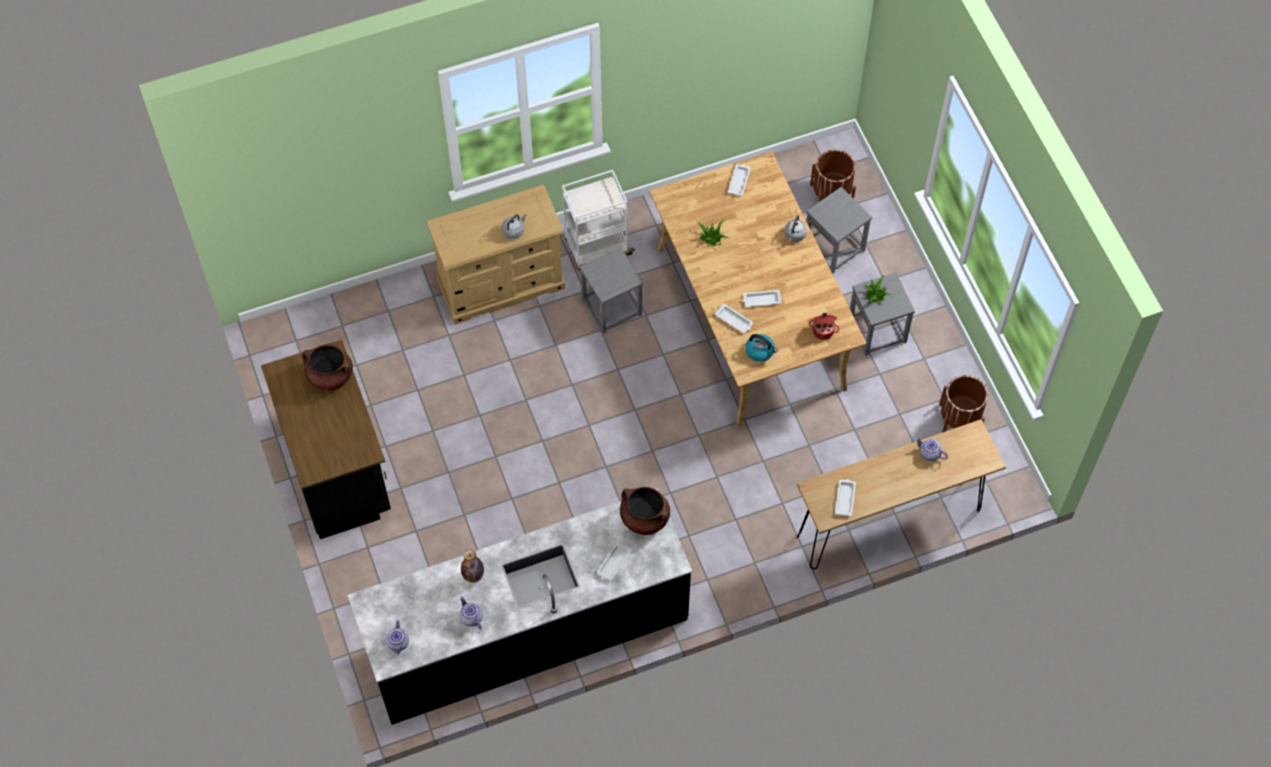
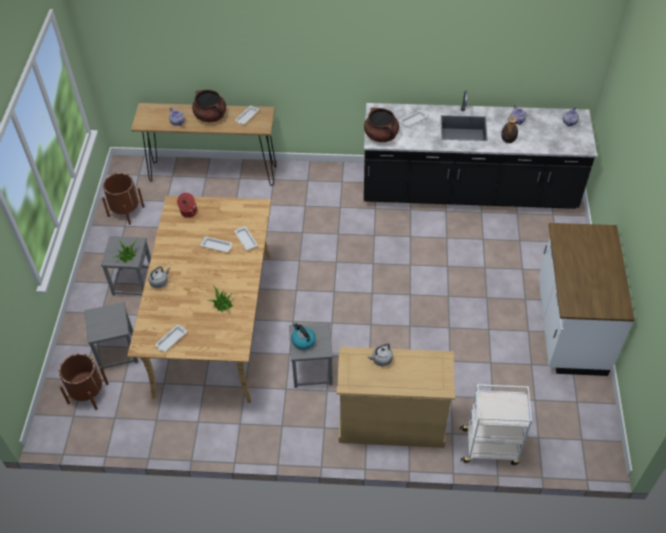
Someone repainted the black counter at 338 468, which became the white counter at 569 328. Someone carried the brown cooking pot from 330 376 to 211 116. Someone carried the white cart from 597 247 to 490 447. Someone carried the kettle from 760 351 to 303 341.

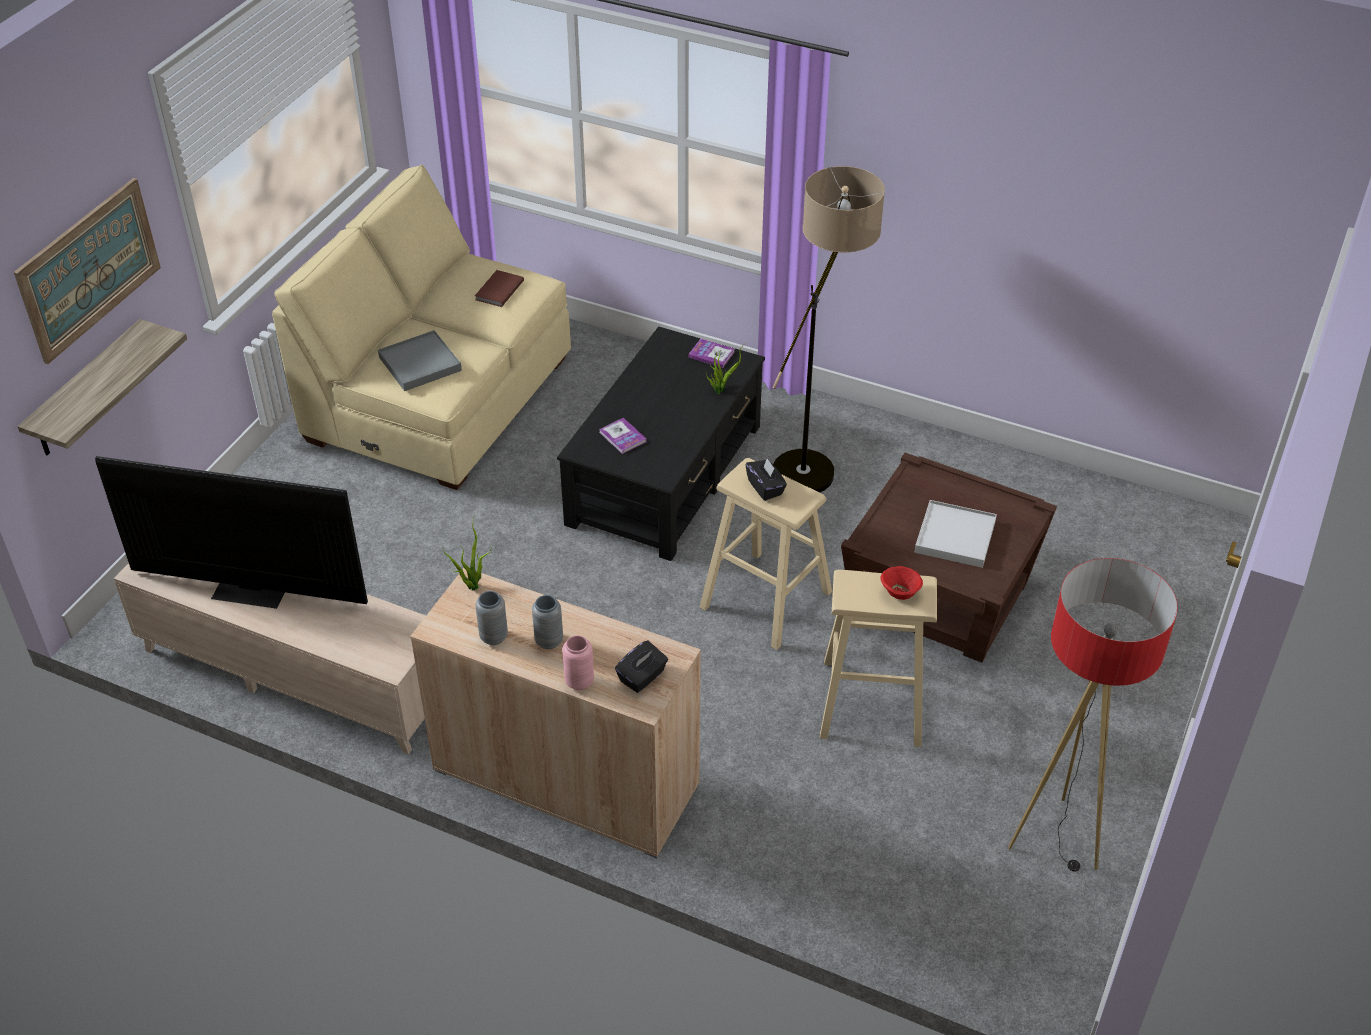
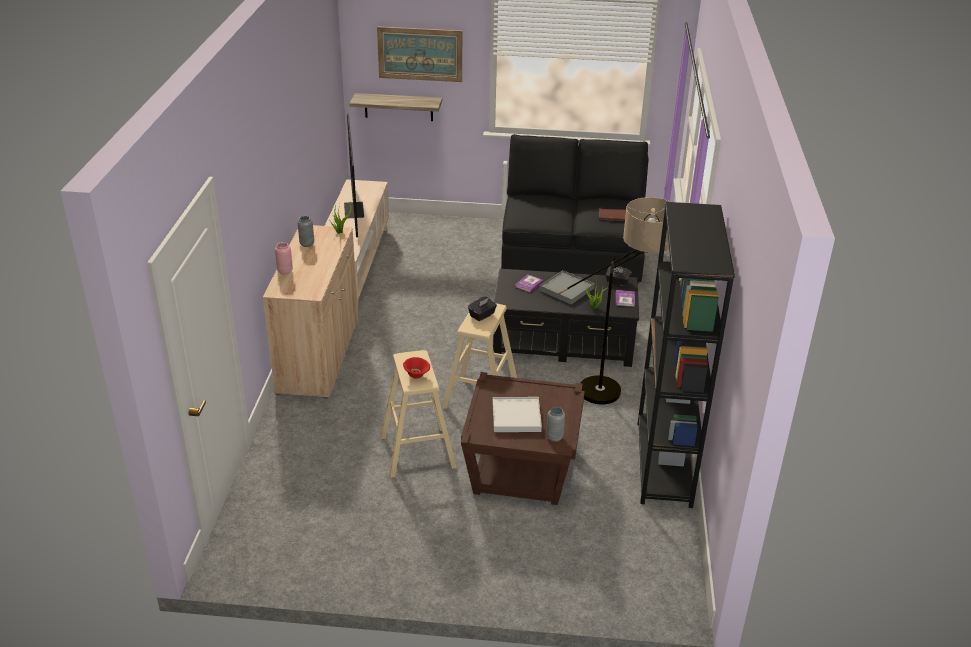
Someone repainted the beige sofa at 440 399, which became the black sofa at 571 257. Someone carried the grey tray from 419 364 to 566 289. Someone carried the grey vase from 549 641 to 554 437. Someone carried the black tissue box from 642 677 to 617 282. Someone took away the floor lamp at 1056 839. Someone put down the black bookcase at 663 464.

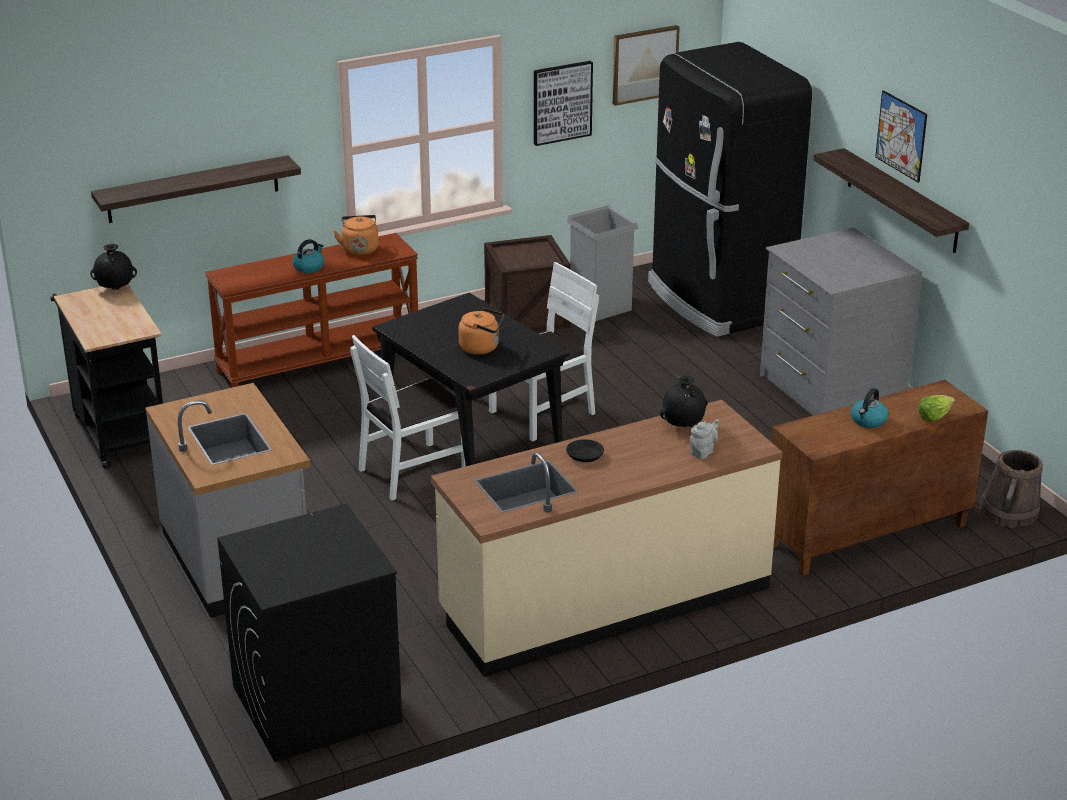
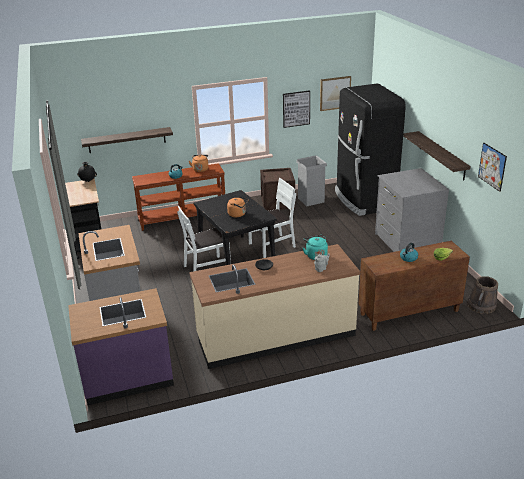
Someone swapped the black washing machine at 315 704 for the purple counter at 127 376. Someone swapped the black vase at 683 426 for the turquoise kettle at 315 255. Someone carried the picture from 901 136 to 492 166.

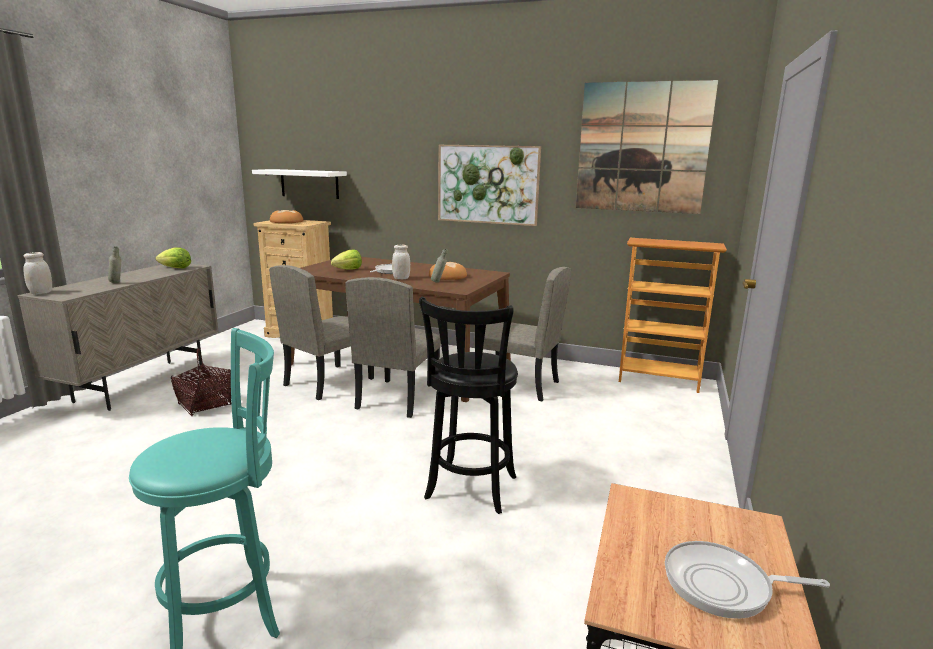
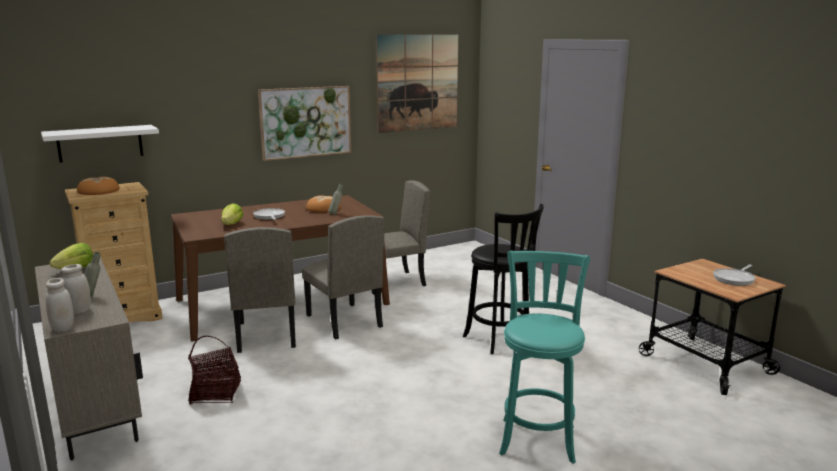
Someone carried the white jar from 401 278 to 78 311. Someone took away the bookcase at 658 380.

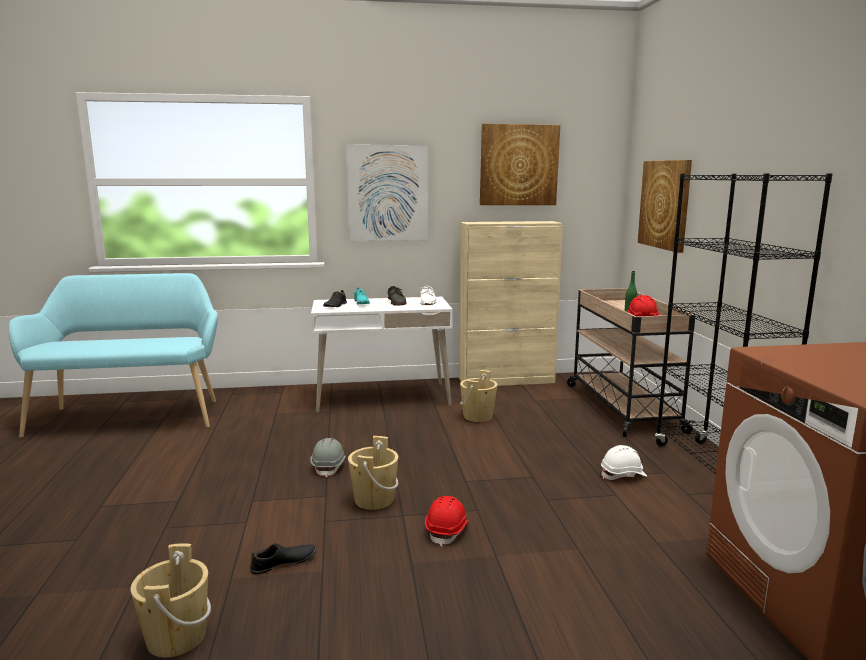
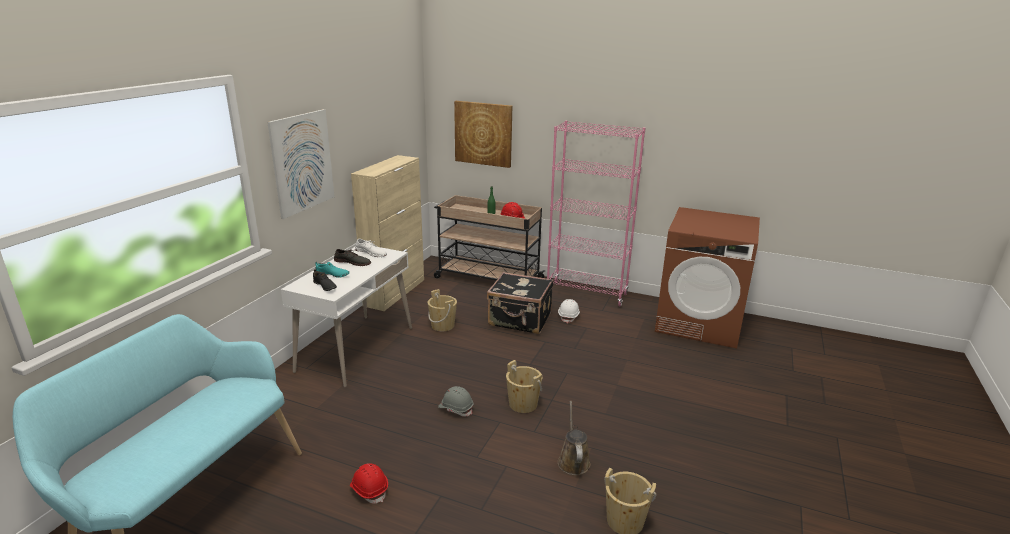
Someone swapped the black shoe at 284 563 for the brown watering can at 573 460. Someone carried the red hard hat from 447 531 to 369 489. Someone took away the picture at 518 165. Someone repainted the black bookcase at 714 471, which became the pink bookcase at 586 293. Someone put down the black suitcase at 520 320.

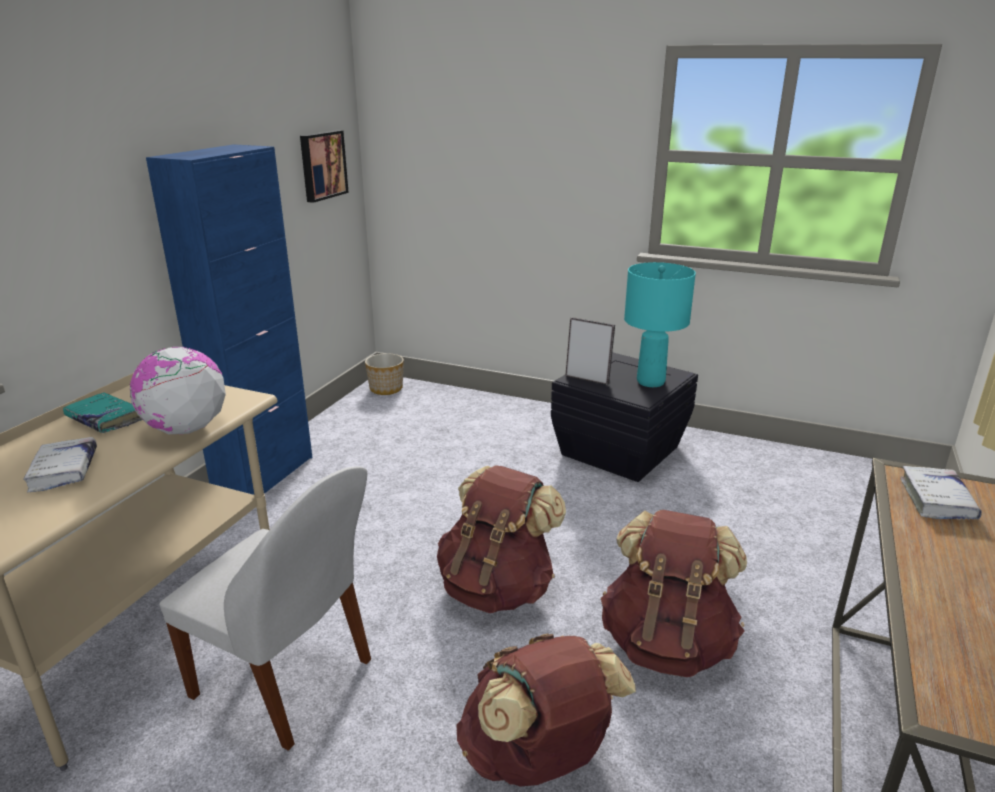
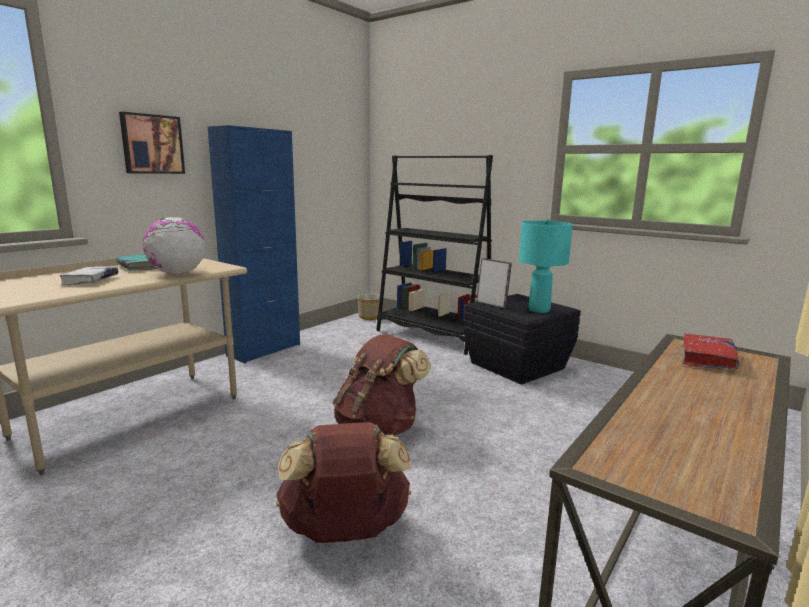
Someone took away the white chair at 286 681. Someone carried the picture from 322 165 to 152 144. Someone took away the brown backpack at 667 643. Someone repainted the white book at 936 500, which became the red book at 707 359. Someone put down the black bookcase at 433 335.

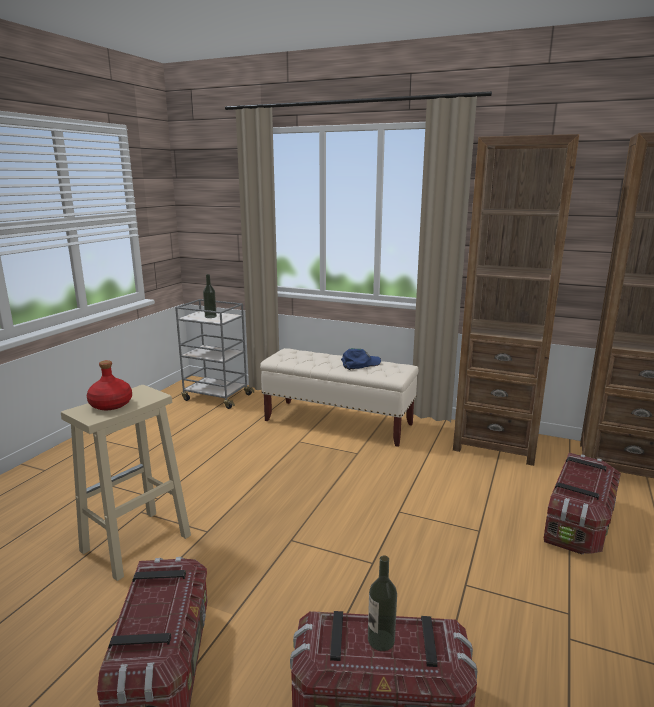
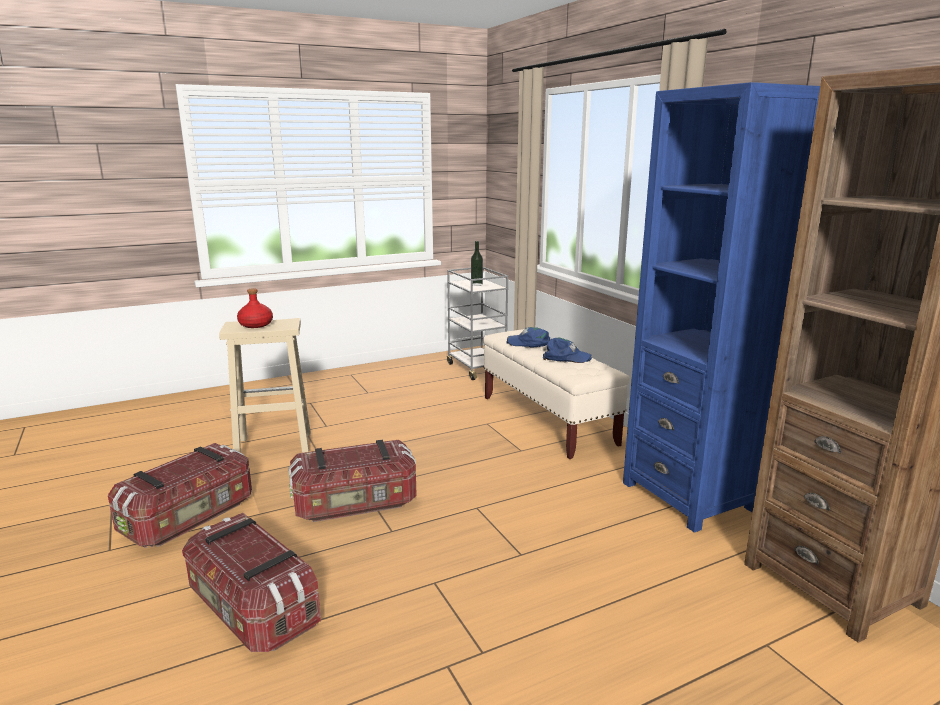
Someone took away the bottle at 381 640. Someone repainted the brown bookcase at 496 443, which became the blue bookcase at 688 496. Someone carried the storage box from 578 523 to 355 504. Someone put down the blue cap at 529 343.

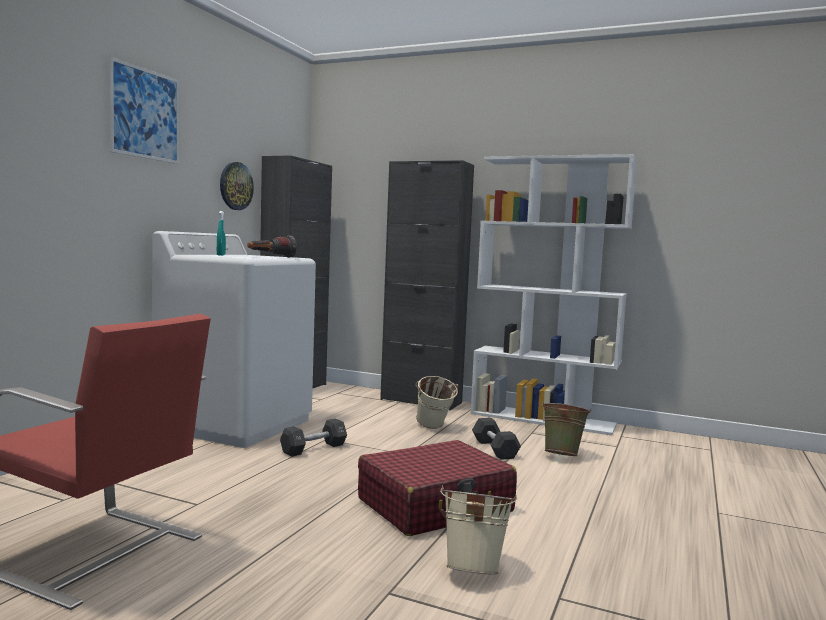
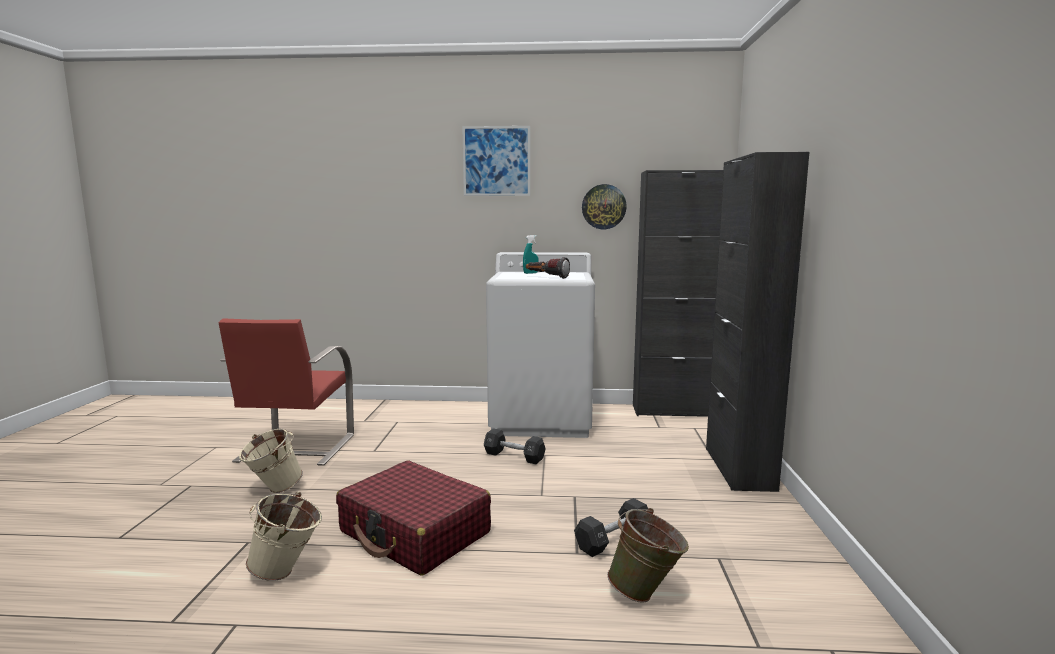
Someone carried the beige bucket from 433 428 to 273 490. Someone took away the white bookcase at 543 419.

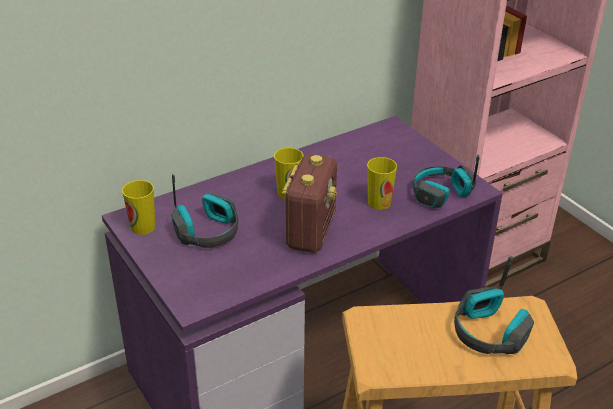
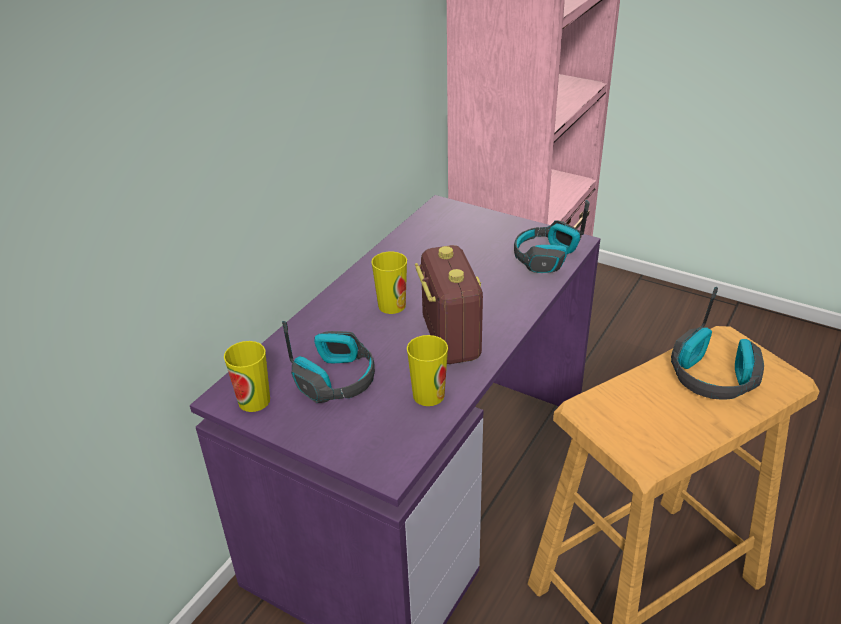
Someone carried the cup from 379 202 to 428 395.

